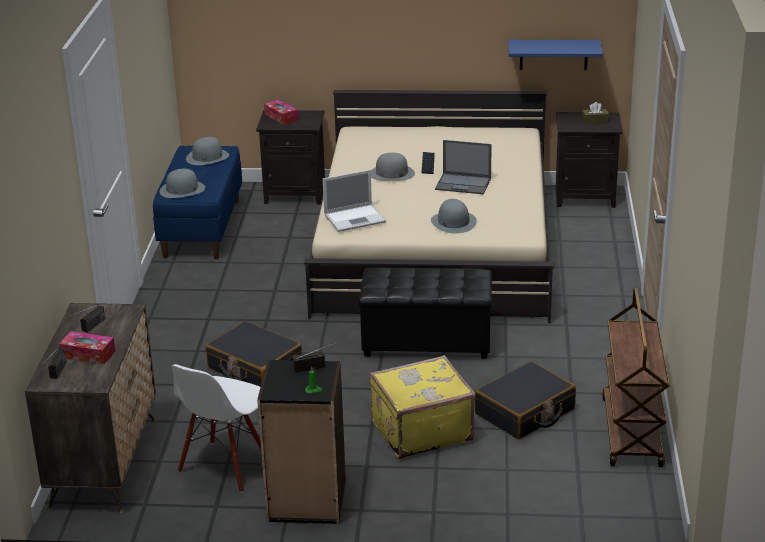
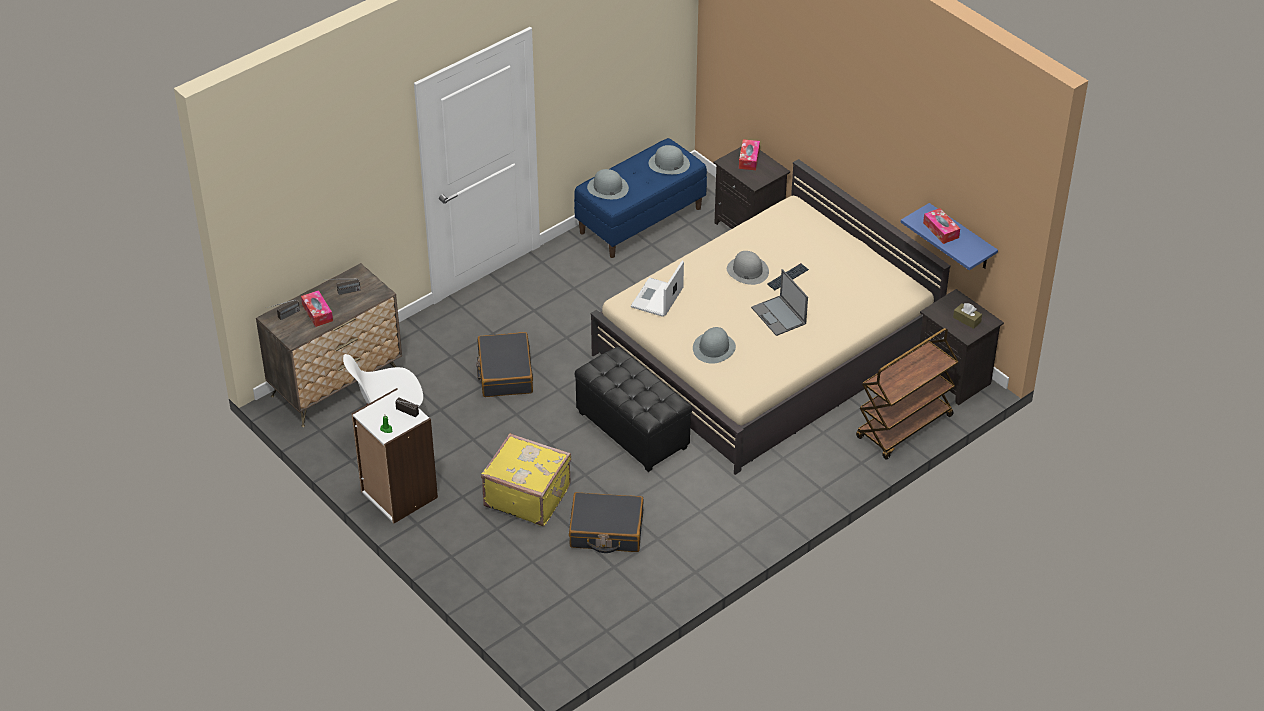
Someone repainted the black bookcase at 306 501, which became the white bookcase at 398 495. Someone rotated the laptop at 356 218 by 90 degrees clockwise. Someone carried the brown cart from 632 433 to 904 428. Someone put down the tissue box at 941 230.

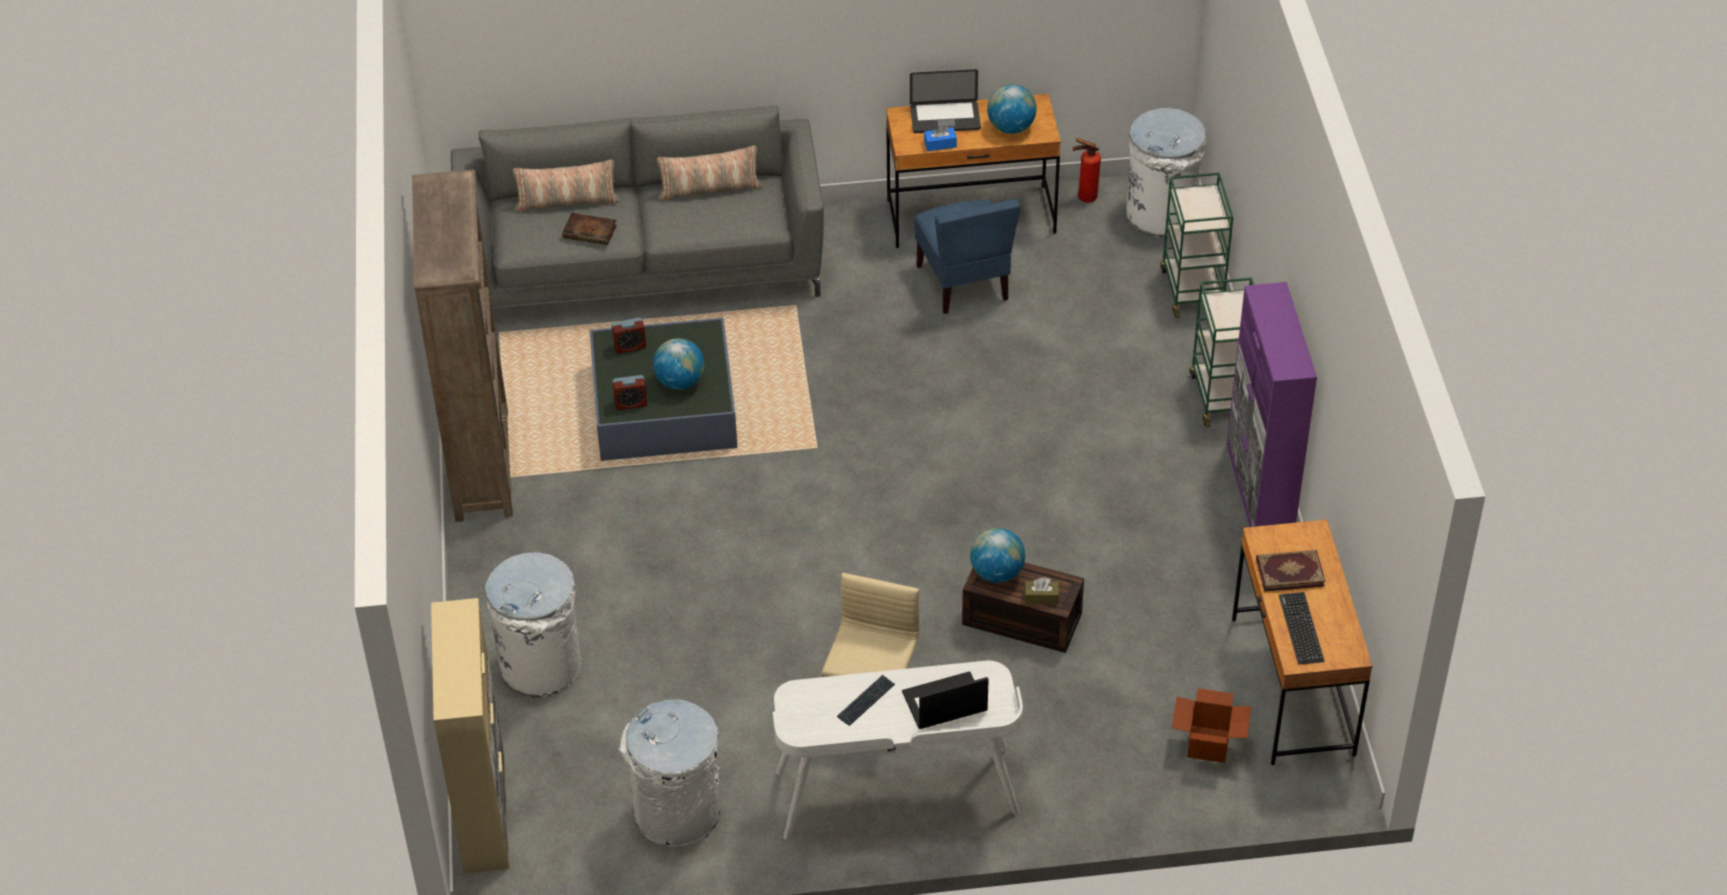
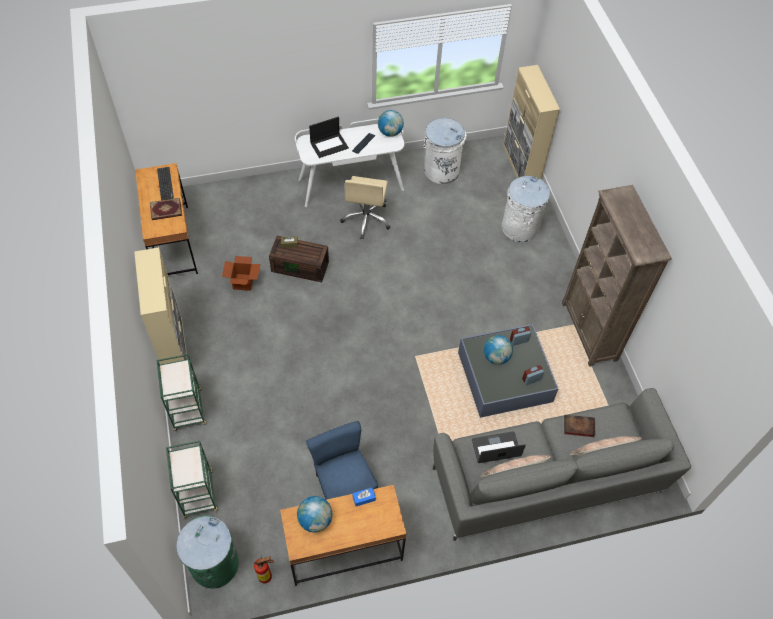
Someone carried the laptop from 945 118 to 496 448. Someone carried the globe from 997 573 to 390 132. Someone repainted the white trash can at 1161 214, which became the green trash can at 214 564. Someone carried the cardboard box from 1208 744 to 243 282. Someone repainted the purple cabinet at 1259 490, which became the beige cabinet at 174 348.

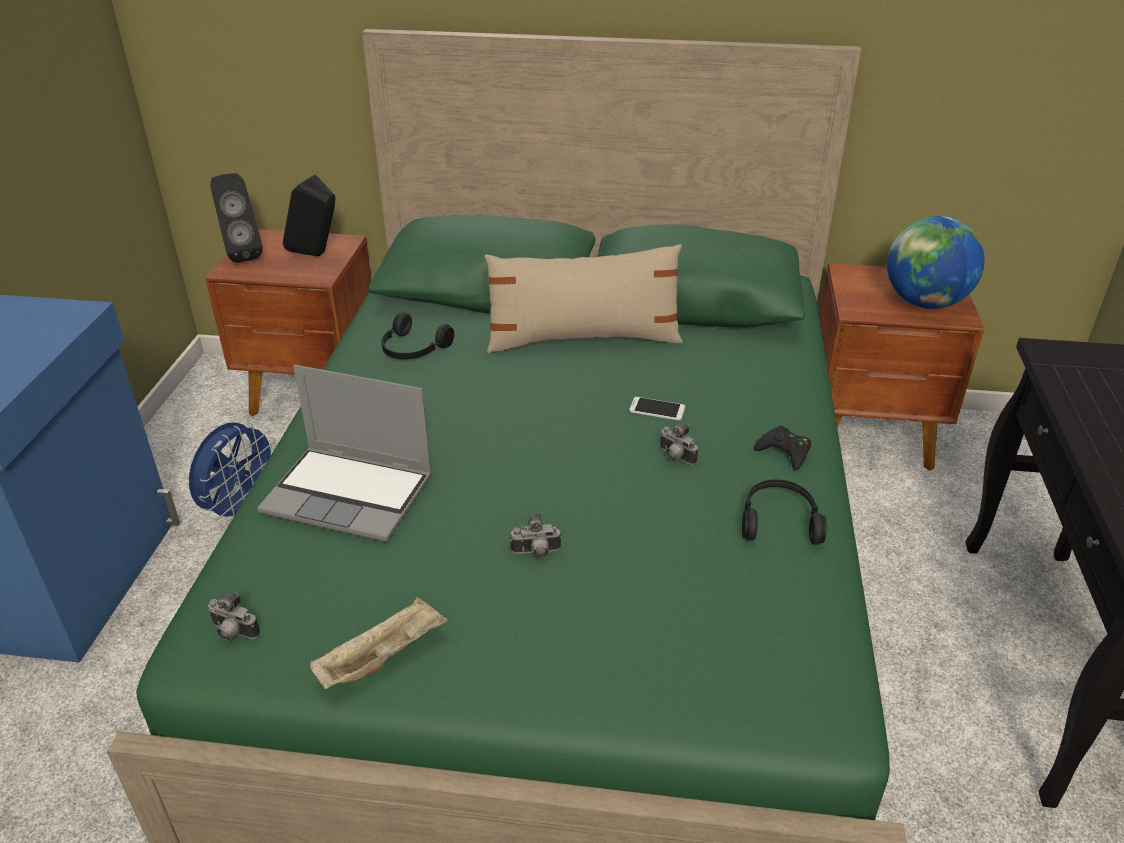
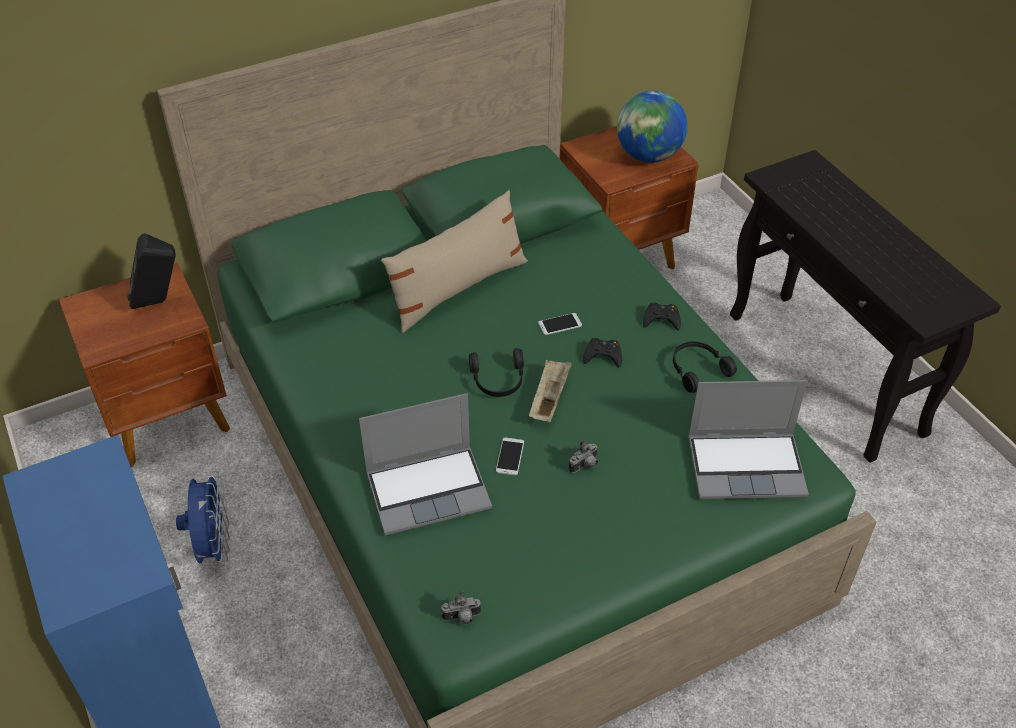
Someone took away the black speaker at 242 254. Someone carried the beige tray from 383 657 to 549 399. Someone carried the black headphones from 413 349 to 498 380. Someone swapped the photo camera at 675 457 for the black game controller at 603 356. Someone put down the phone at 510 456. Someone put down the laptop at 747 466.

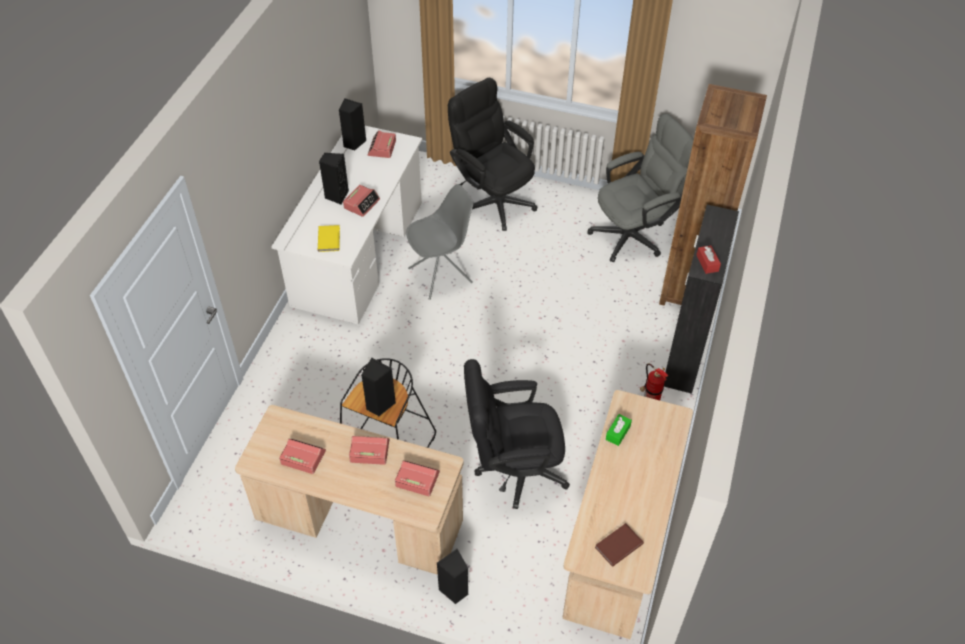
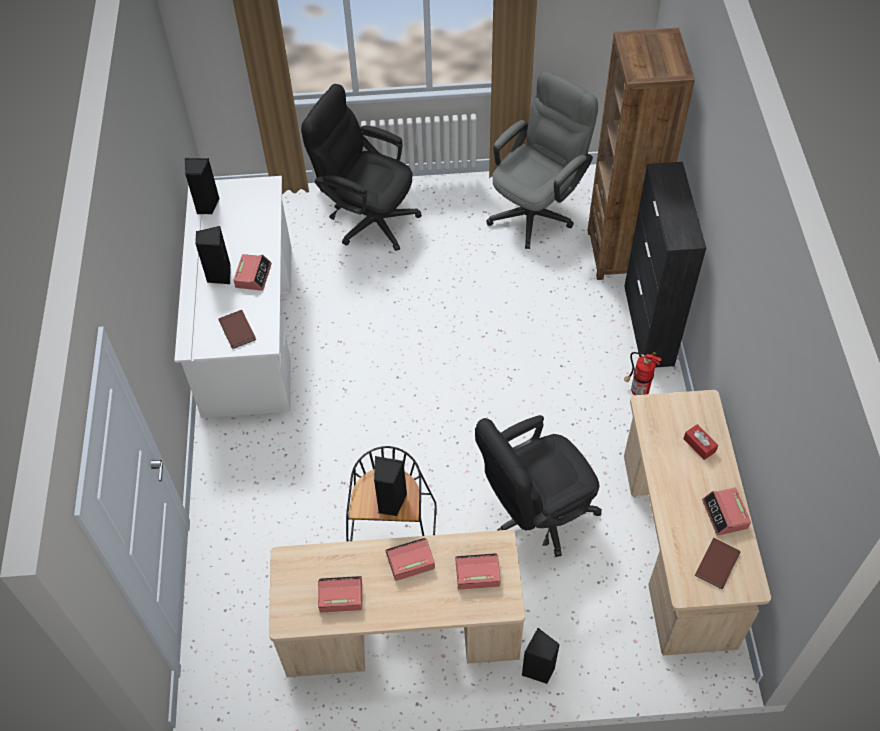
Someone repainted the yellow book at 329 239, which became the brown book at 238 329. Someone carried the alarm clock from 382 148 to 725 514. Someone took away the grey chair at 441 275. Someone took away the green tissue box at 618 433. Someone carried the red tissue box from 707 263 to 699 445.

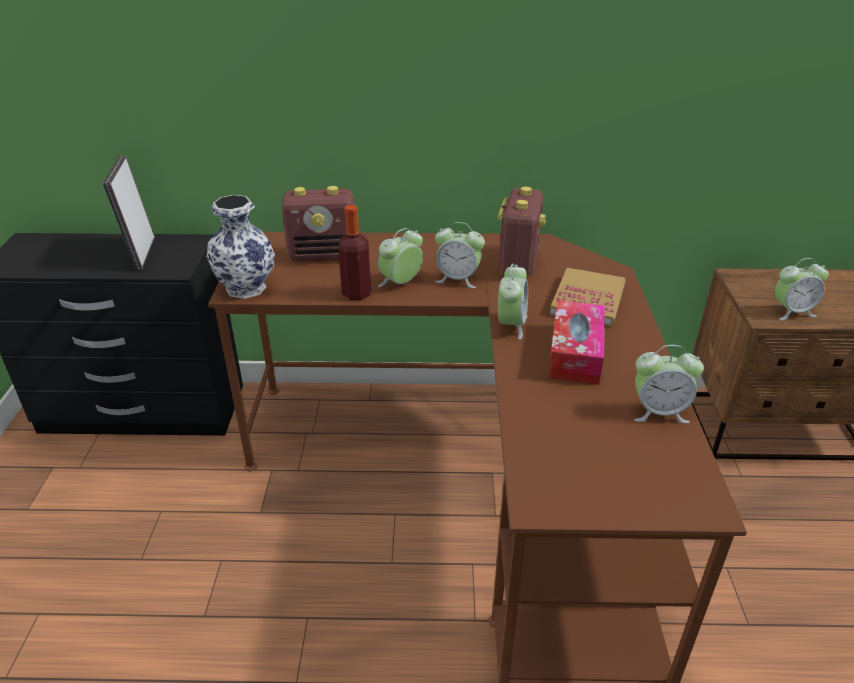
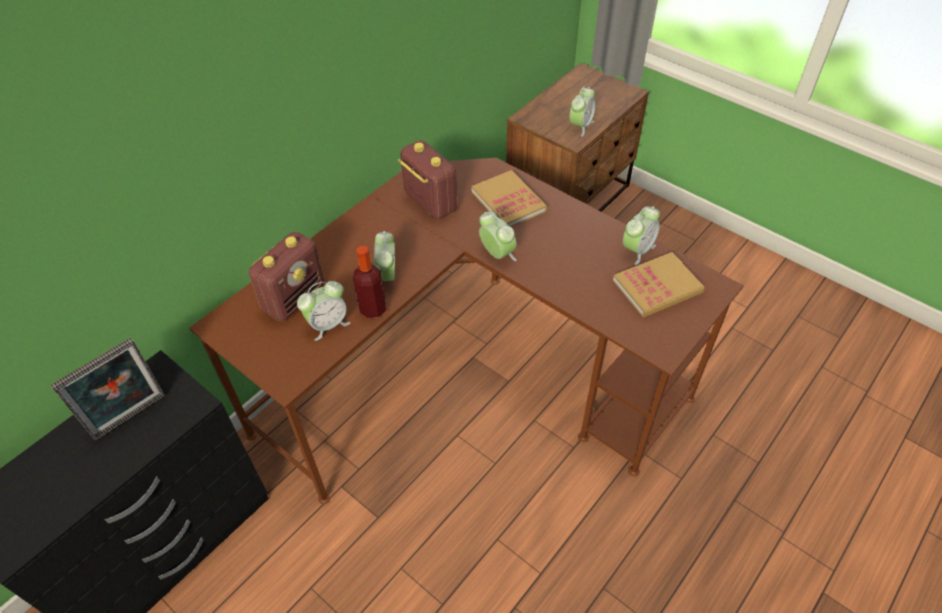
Someone rotated the picture frame at 141 254 by 75 degrees counterclockwise. Someone took away the vase at 246 287. Someone carried the alarm clock from 458 279 to 328 324. Someone took away the tissue box at 575 353. Someone put down the book at 657 287.

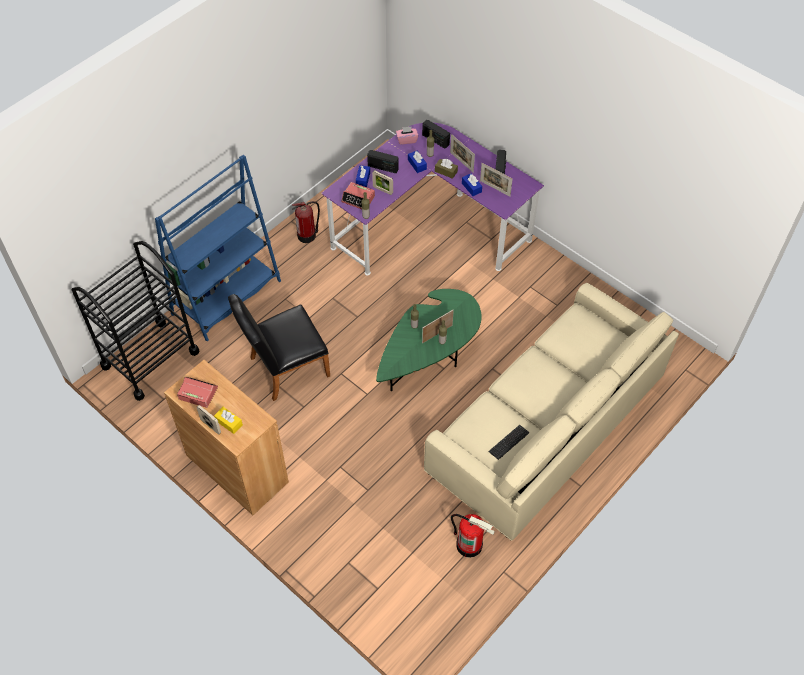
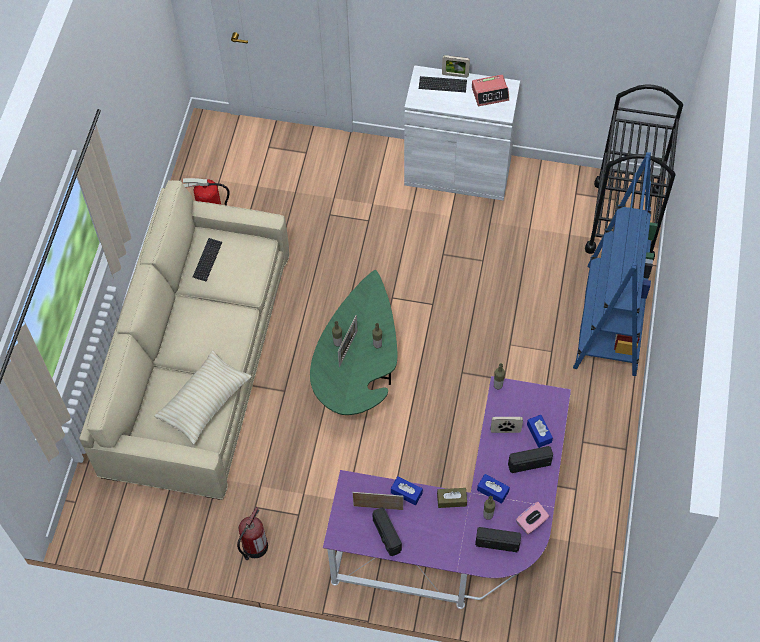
Someone repainted the brown cabinet at 237 468, which became the white cabinet at 457 172. Someone swapped the yellow tissue box at 229 423 for the keyboard at 442 85. Someone took away the black chair at 284 368. Someone carried the fire extinguisher from 307 235 to 254 547. Someone took away the alarm clock at 358 199. Someone took away the picture frame at 461 162. Someone put down the beige pillow at 205 402.

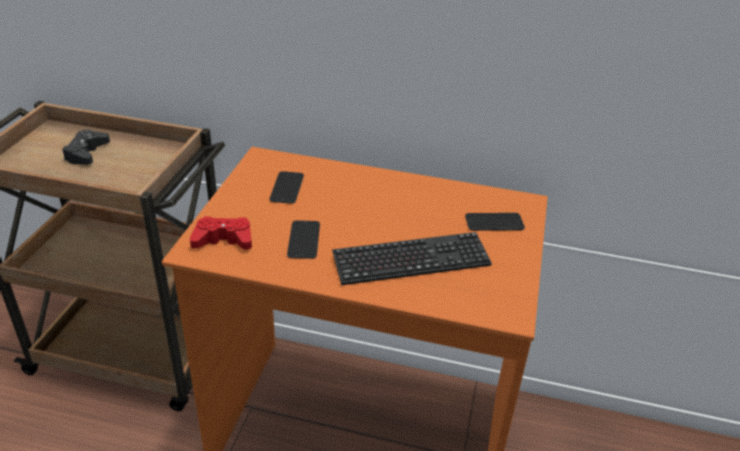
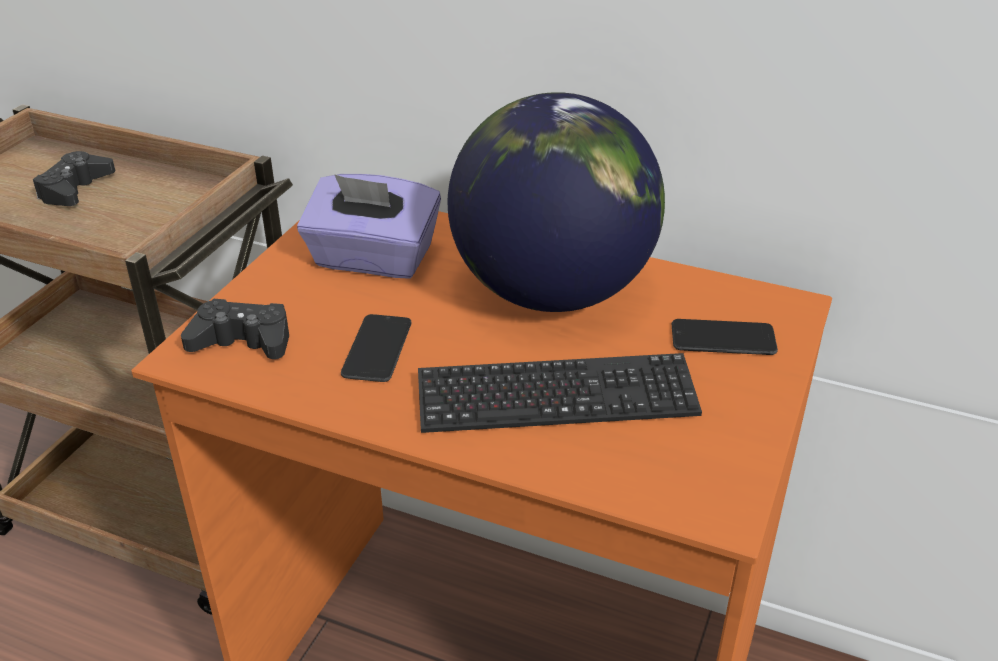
Someone repainted the red game controller at 223 240, which became the black game controller at 242 341. Someone swapped the phone at 287 188 for the purple tissue box at 373 259. Someone put down the globe at 552 293.

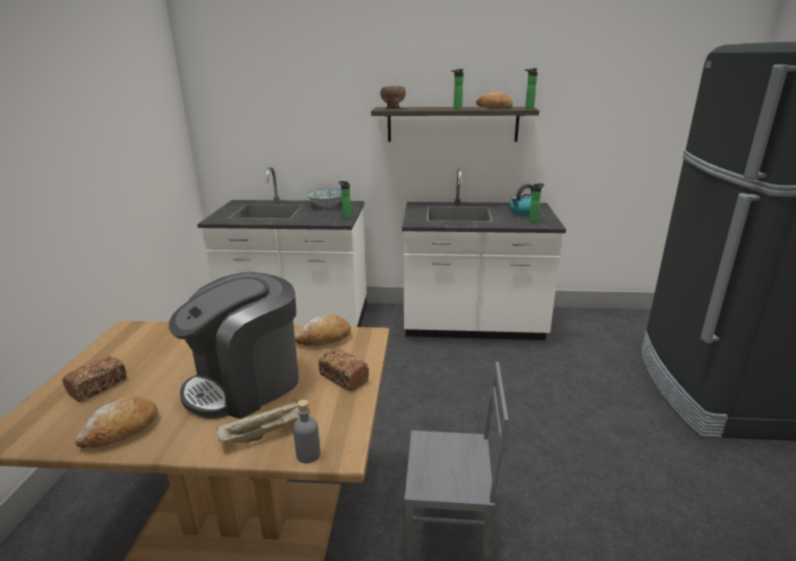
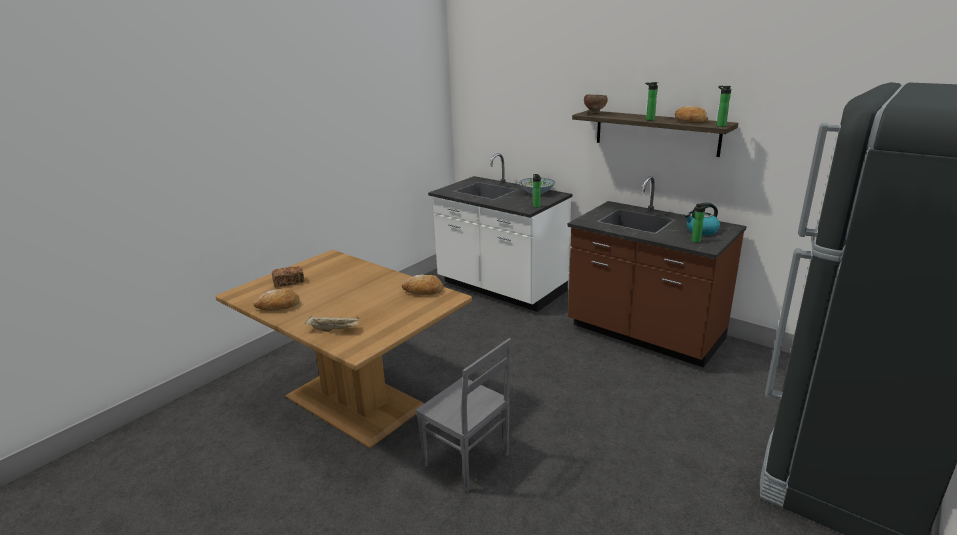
Someone took away the coffee machine at 246 384. Someone took away the grey bottle at 308 454. Someone took away the bread at 343 378. Someone repainted the white counter at 473 326, which became the brown counter at 644 334.

